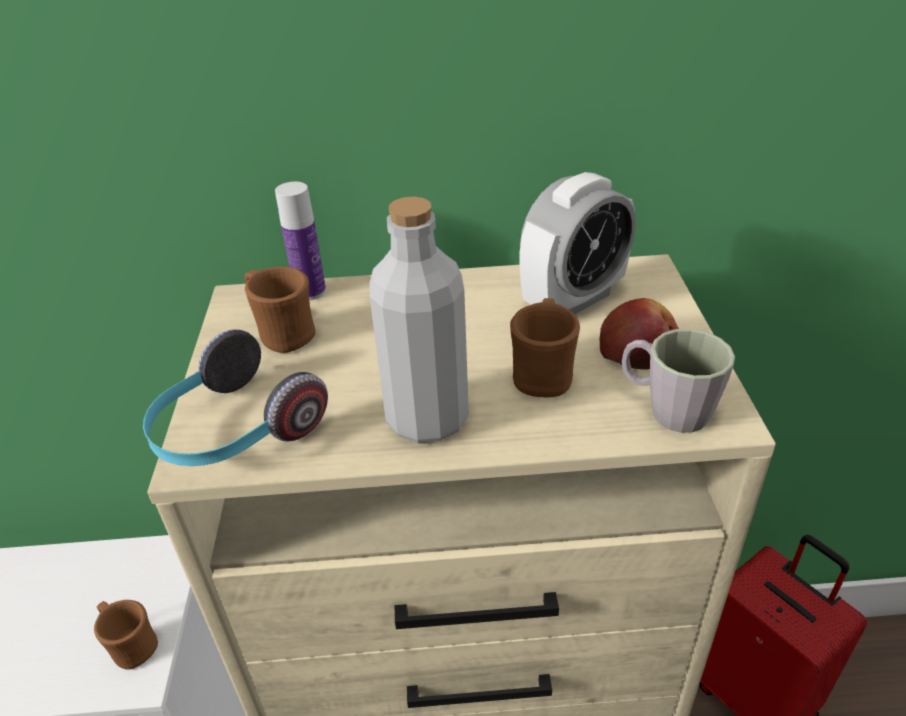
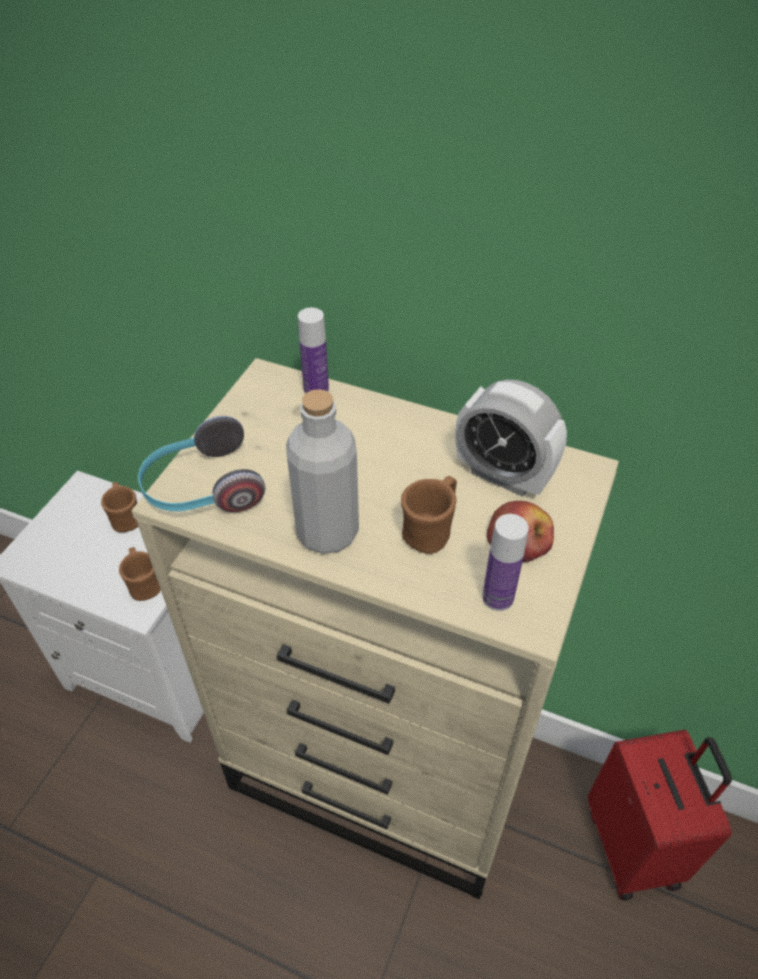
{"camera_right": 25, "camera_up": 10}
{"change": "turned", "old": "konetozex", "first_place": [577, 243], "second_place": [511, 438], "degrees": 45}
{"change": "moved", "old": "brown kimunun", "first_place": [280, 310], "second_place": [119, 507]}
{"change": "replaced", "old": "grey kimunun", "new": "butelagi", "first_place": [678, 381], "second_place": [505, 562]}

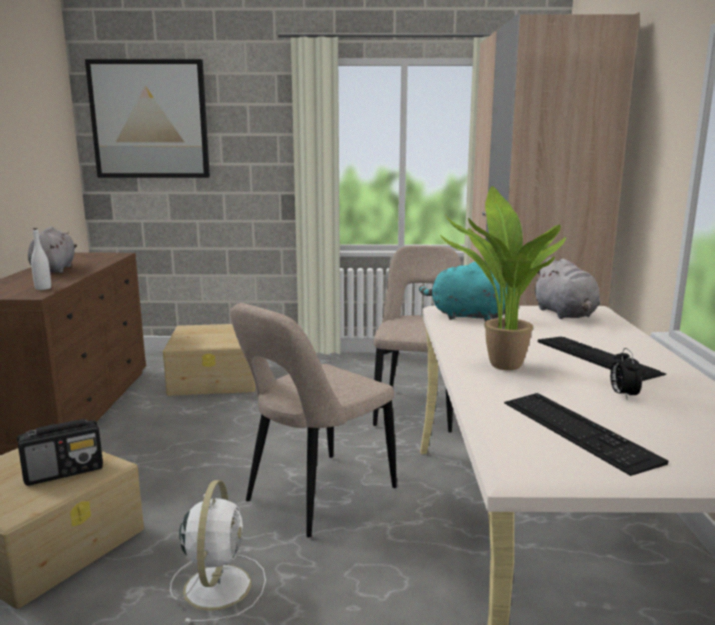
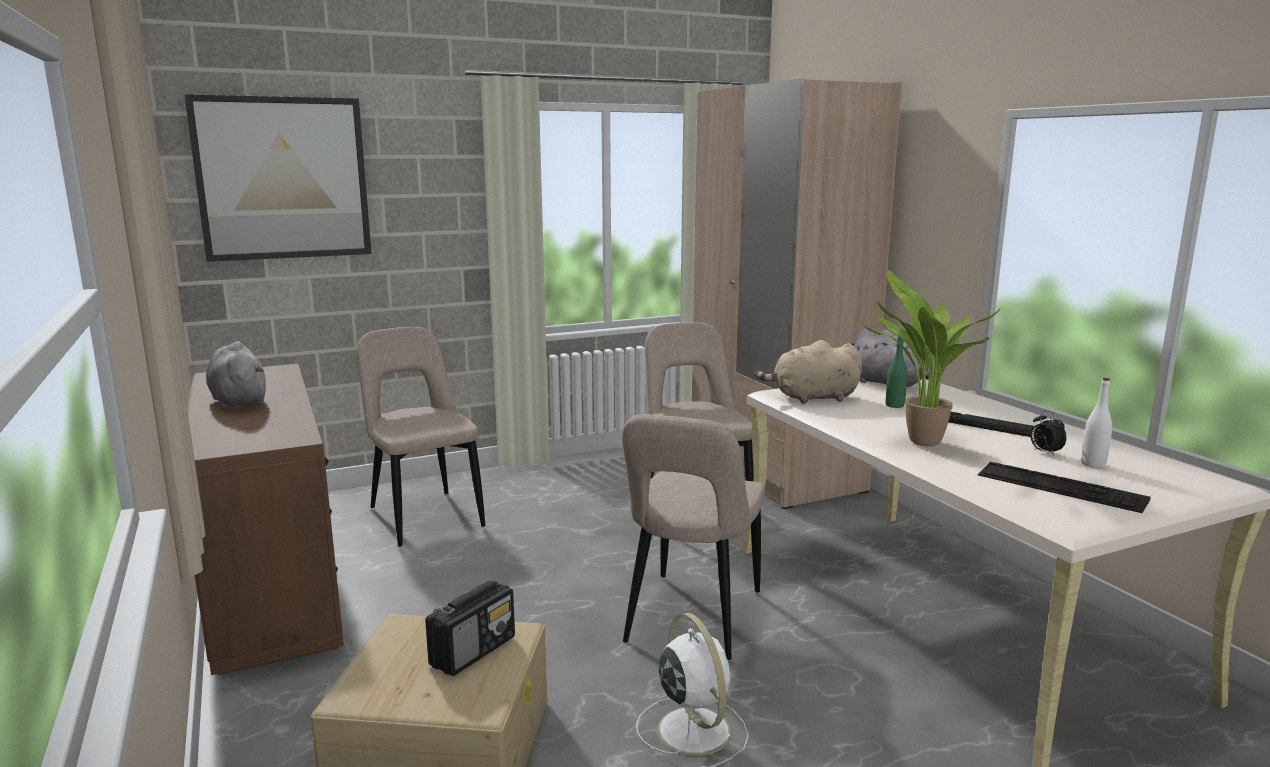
{"camera_right": -25, "camera_up": 0}
{"change": "moved", "old": "white butelagi", "first_place": [41, 259], "second_place": [1096, 423]}
{"change": "recoloured", "old": "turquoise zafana", "new": "beige zafana", "first_place": [467, 291], "second_place": [808, 372]}
{"change": "replaced", "old": "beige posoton", "new": "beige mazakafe", "first_place": [209, 360], "second_place": [420, 437]}
{"change": "added", "new": "green butelagi", "second_place": [896, 371]}

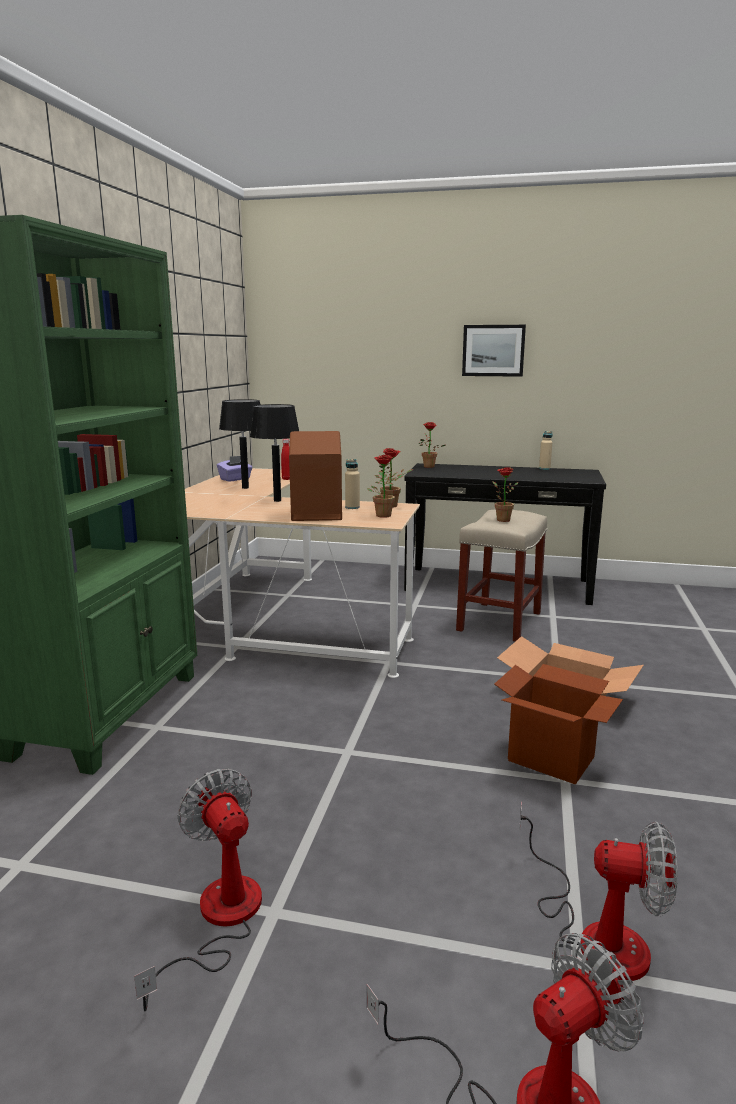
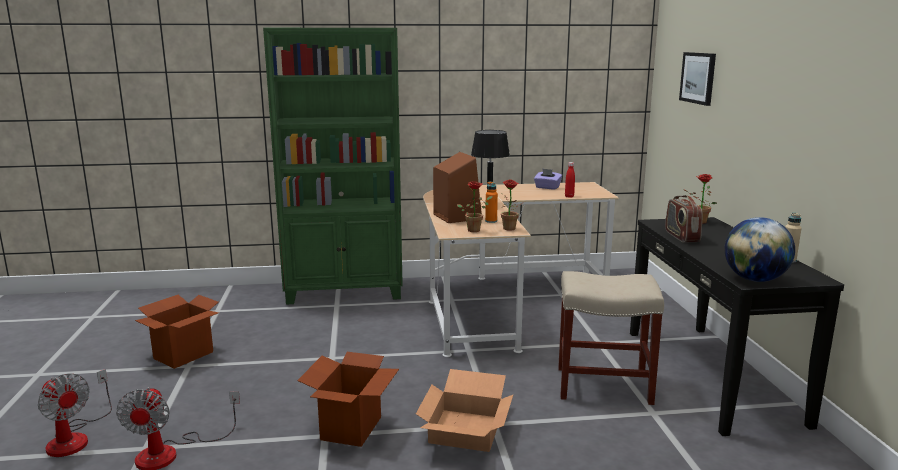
{"camera_right": 70, "camera_up": 0}
{"change": "moved", "old": "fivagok", "first_place": [494, 351], "second_place": [697, 79]}
{"change": "removed", "old": "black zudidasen", "first_place": [239, 444]}
{"change": "recoloured", "old": "beige butelagi", "new": "orange butelagi", "first_place": [352, 484], "second_place": [491, 202]}
{"change": "removed", "old": "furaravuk", "first_place": [506, 494]}
{"change": "replaced", "old": "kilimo", "new": "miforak", "first_place": [198, 889], "second_place": [177, 332]}
{"change": "added", "new": "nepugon", "second_place": [684, 219]}
{"change": "added", "new": "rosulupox", "second_place": [759, 249]}

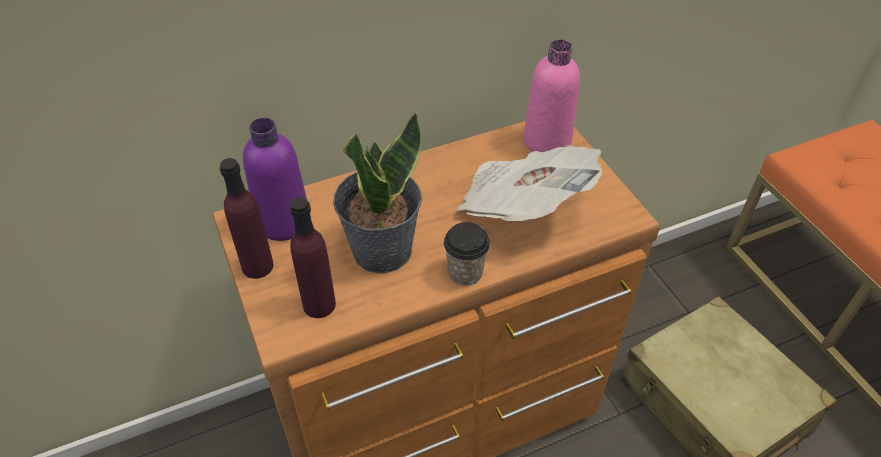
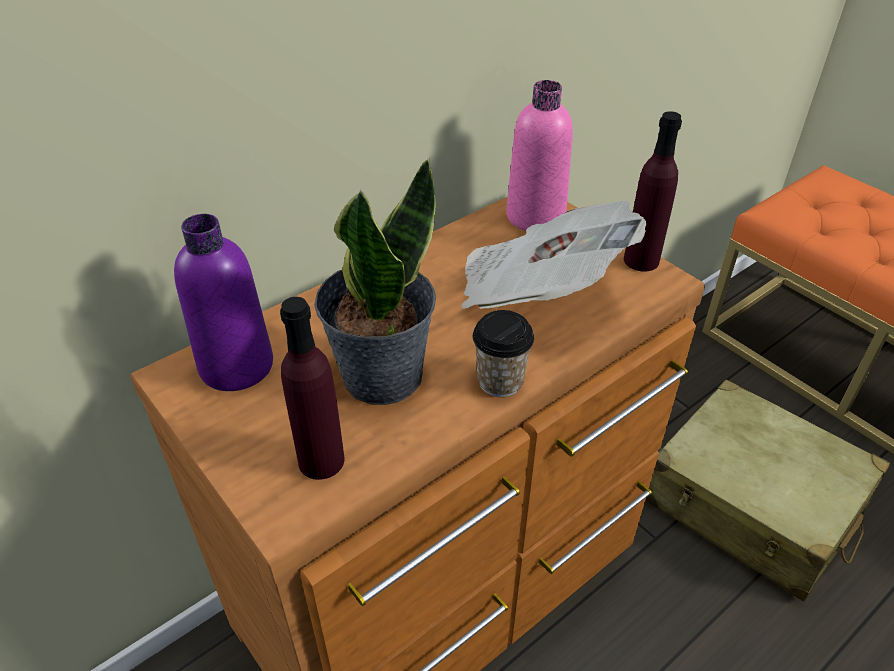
{"camera_right": -15, "camera_up": -5}
{"change": "moved", "old": "purple butelagi", "first_place": [247, 218], "second_place": [653, 191]}

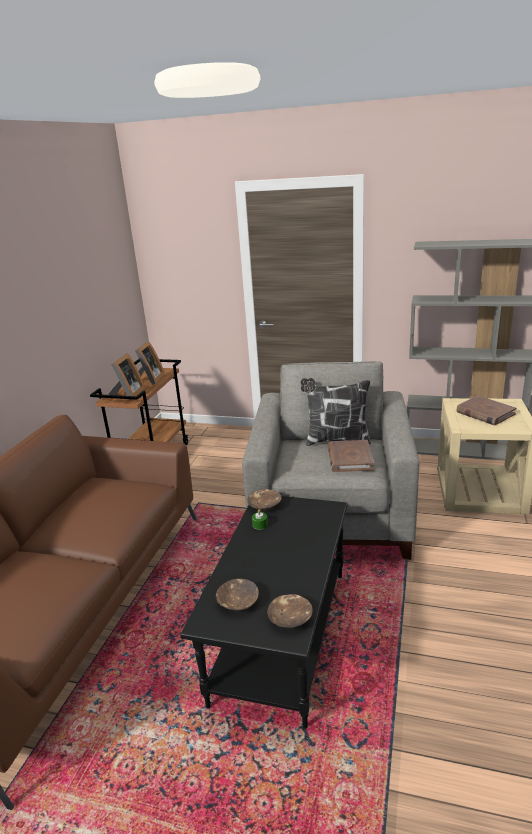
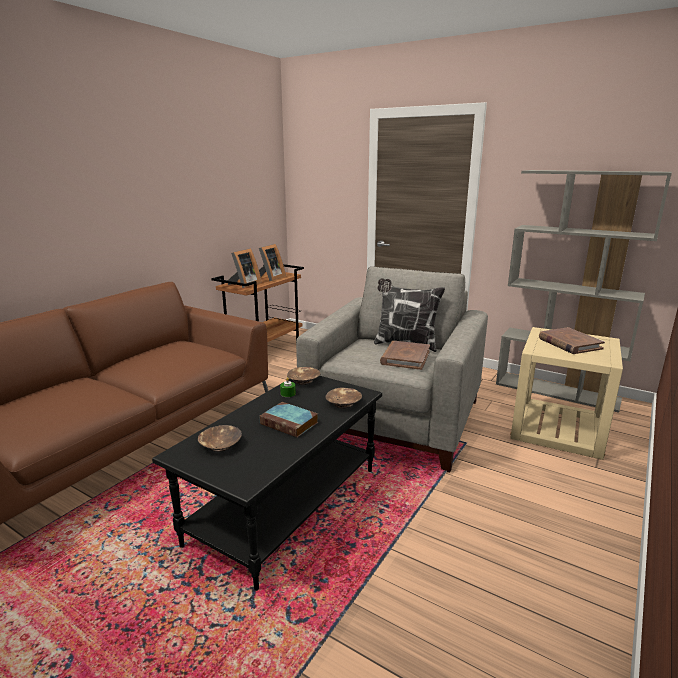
{"camera_right": 15, "camera_up": -5}
{"change": "moved", "old": "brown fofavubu", "first_place": [290, 611], "second_place": [343, 398]}
{"change": "added", "new": "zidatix", "second_place": [288, 420]}

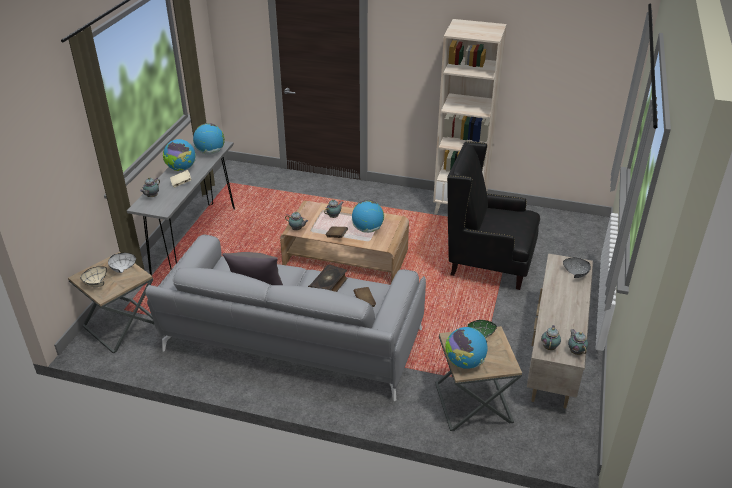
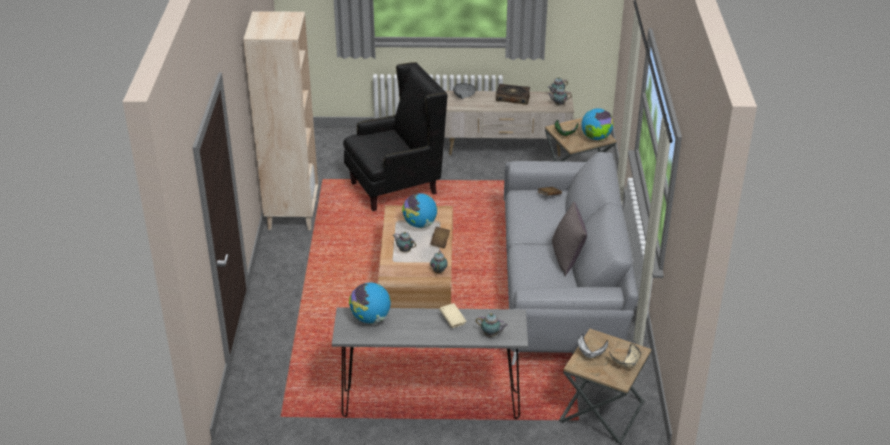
{"camera_right": -105, "camera_up": 0}
{"change": "removed", "old": "rosulupox", "first_place": [179, 155]}
{"change": "turned", "old": "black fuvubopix", "first_place": [493, 216], "second_place": [395, 136], "degrees": -120}
{"change": "moved", "old": "zidatix", "first_place": [328, 278], "second_place": [513, 94]}

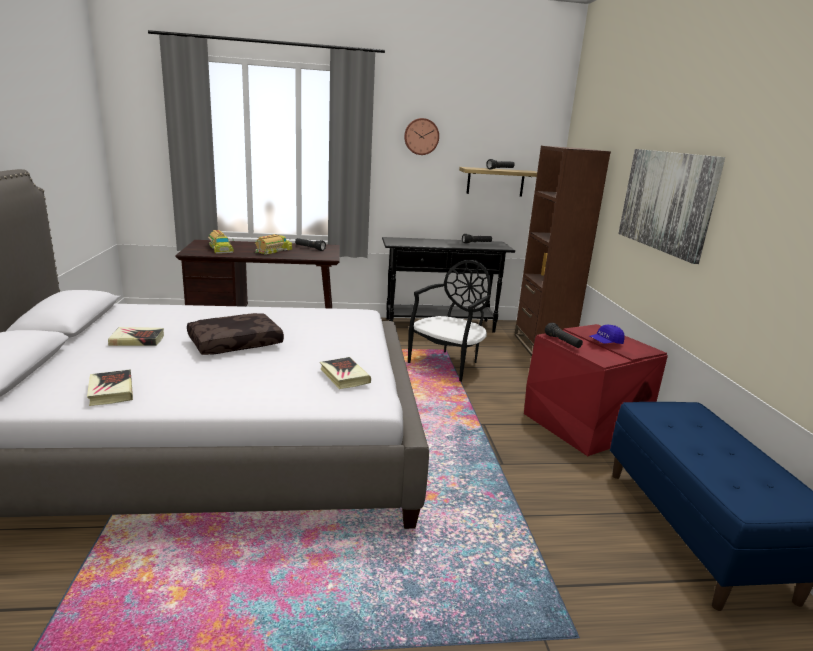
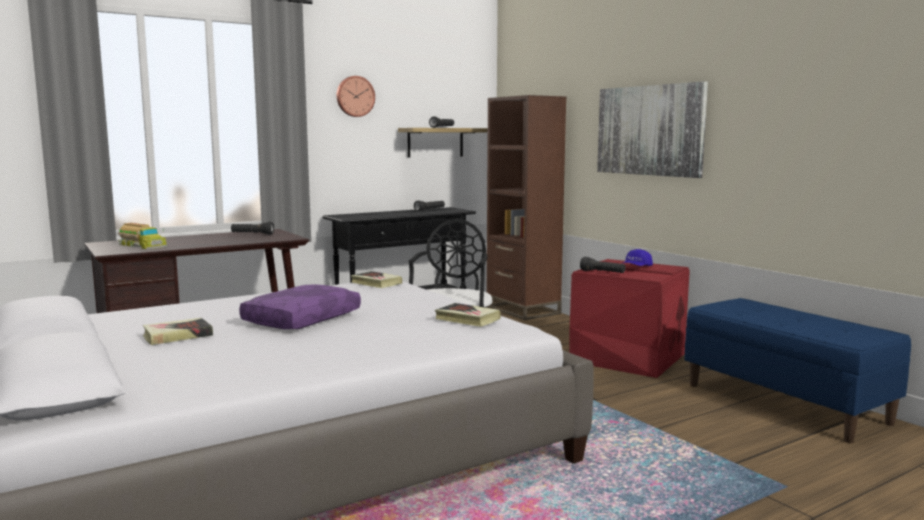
{"camera_right": -25, "camera_up": -10}
{"change": "removed", "old": "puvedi", "first_place": [273, 244]}
{"change": "recoloured", "old": "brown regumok", "new": "purple regumok", "first_place": [235, 334], "second_place": [300, 307]}
{"change": "moved", "old": "zidatix", "first_place": [110, 388], "second_place": [376, 279]}

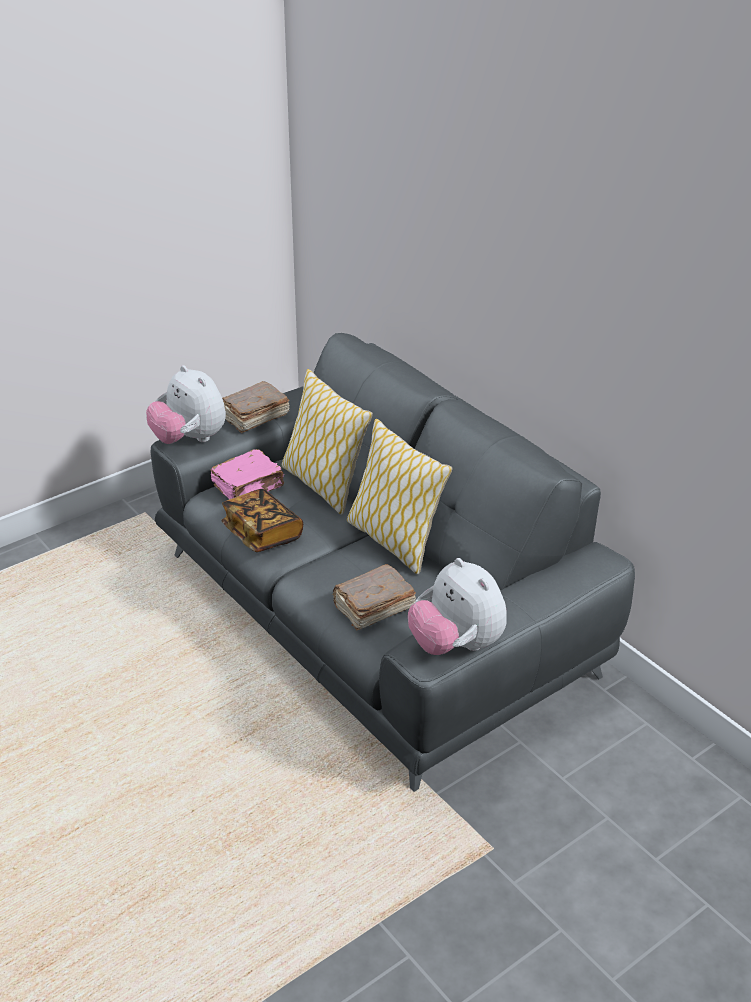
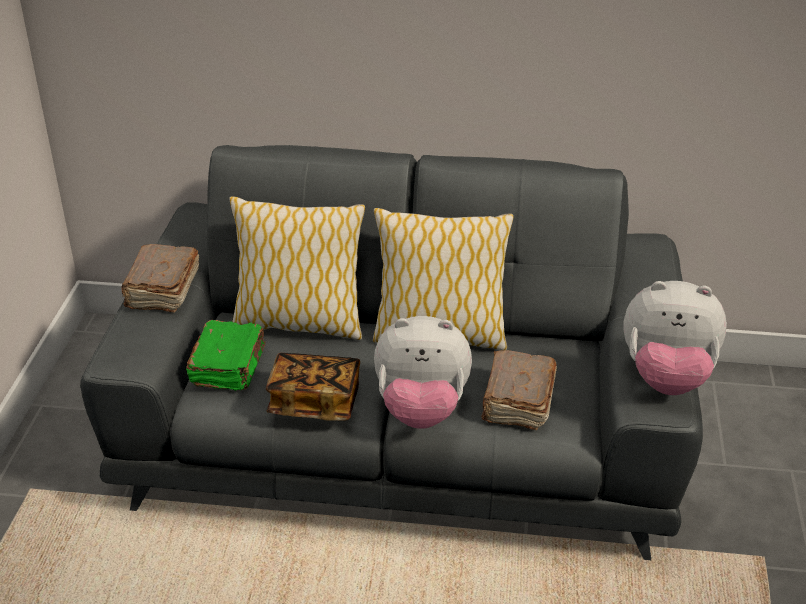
{"camera_right": -45, "camera_up": 0}
{"change": "moved", "old": "zafana", "first_place": [186, 404], "second_place": [423, 372]}
{"change": "recoloured", "old": "pink zidatix", "new": "green zidatix", "first_place": [247, 474], "second_place": [226, 355]}

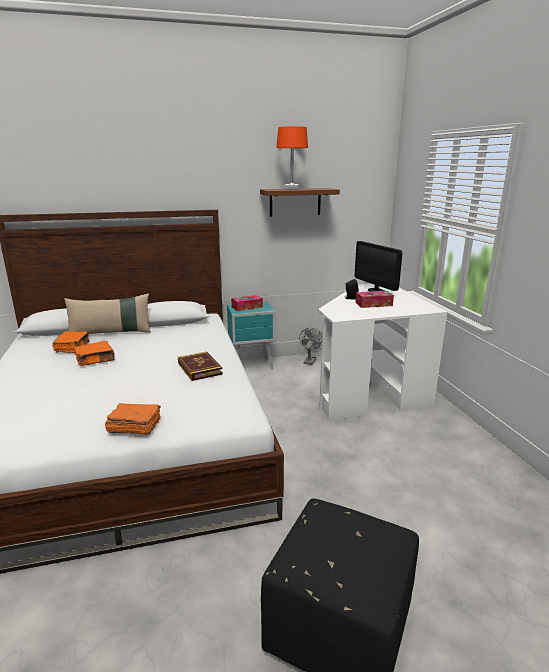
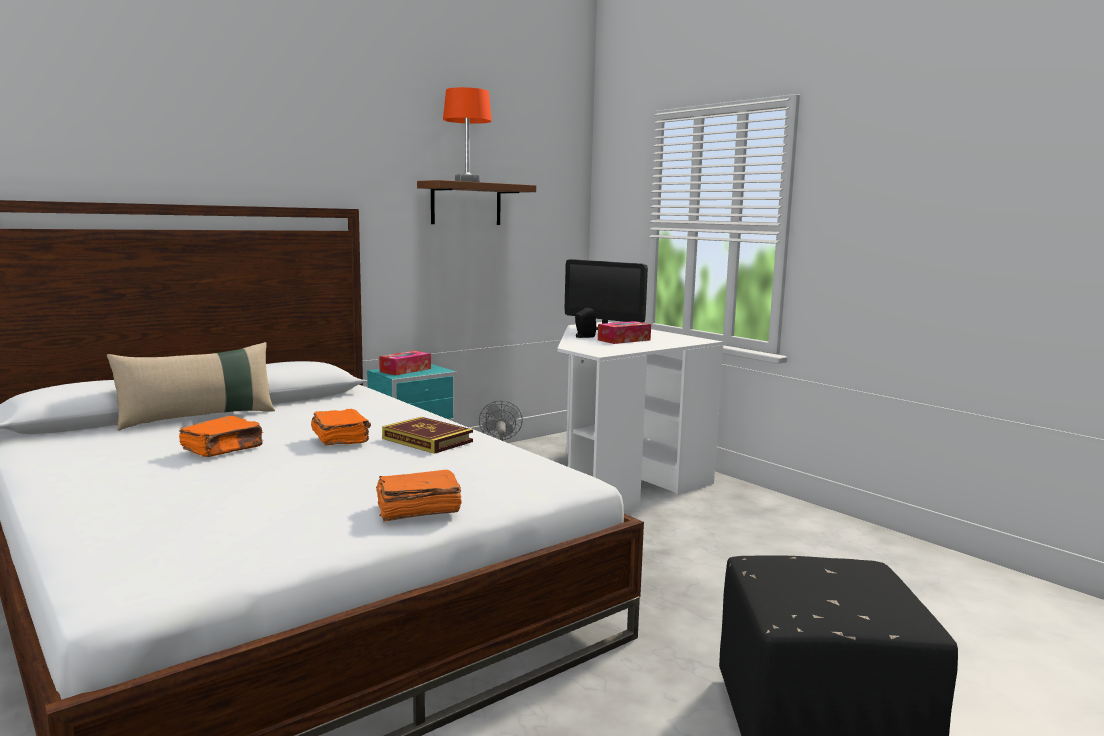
{"camera_right": -25, "camera_up": -10}
{"change": "moved", "old": "orange zidatix", "first_place": [71, 342], "second_place": [341, 427]}

